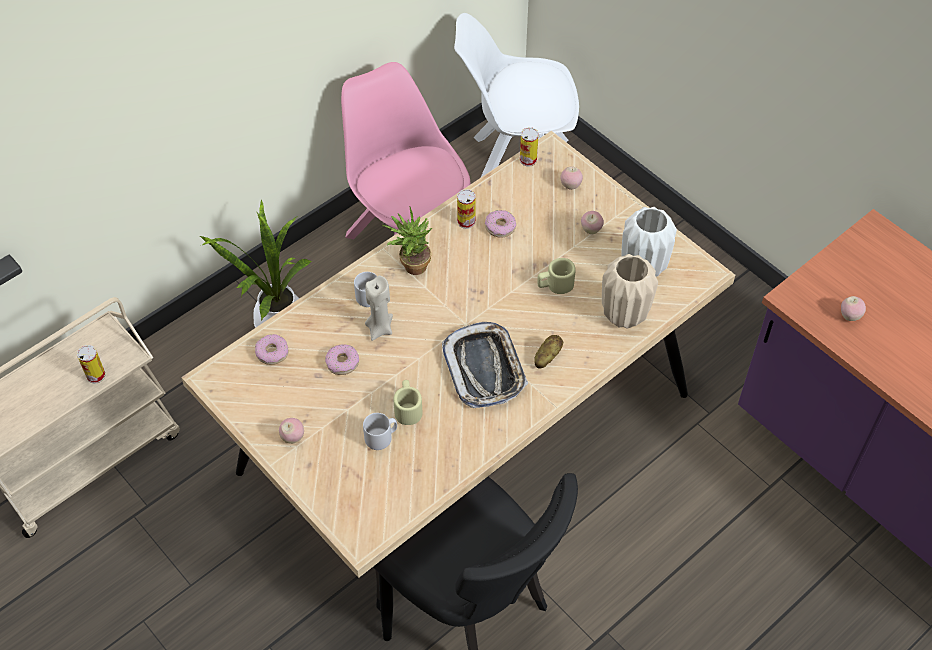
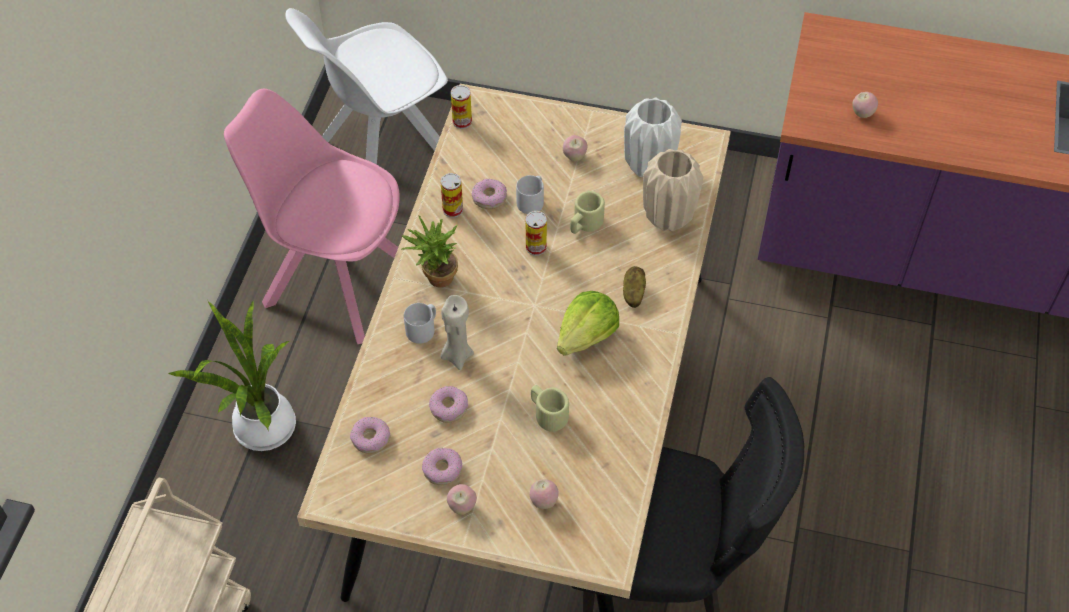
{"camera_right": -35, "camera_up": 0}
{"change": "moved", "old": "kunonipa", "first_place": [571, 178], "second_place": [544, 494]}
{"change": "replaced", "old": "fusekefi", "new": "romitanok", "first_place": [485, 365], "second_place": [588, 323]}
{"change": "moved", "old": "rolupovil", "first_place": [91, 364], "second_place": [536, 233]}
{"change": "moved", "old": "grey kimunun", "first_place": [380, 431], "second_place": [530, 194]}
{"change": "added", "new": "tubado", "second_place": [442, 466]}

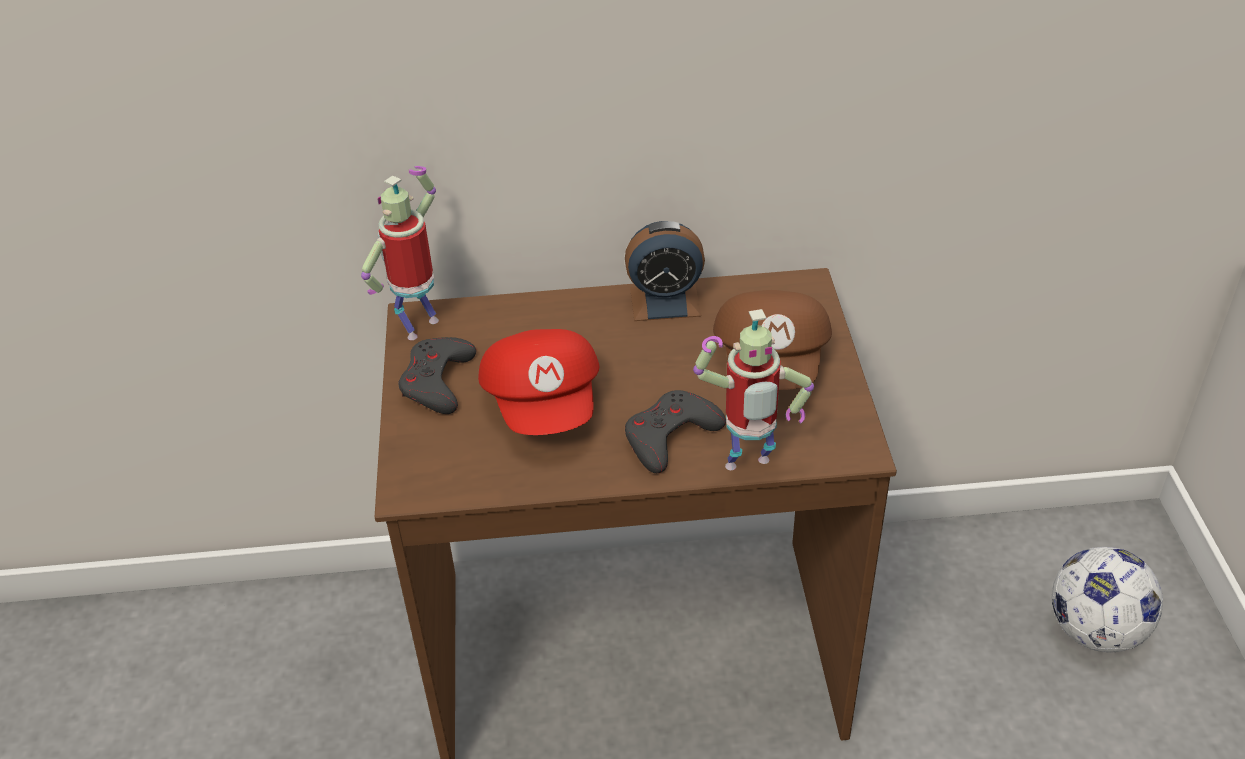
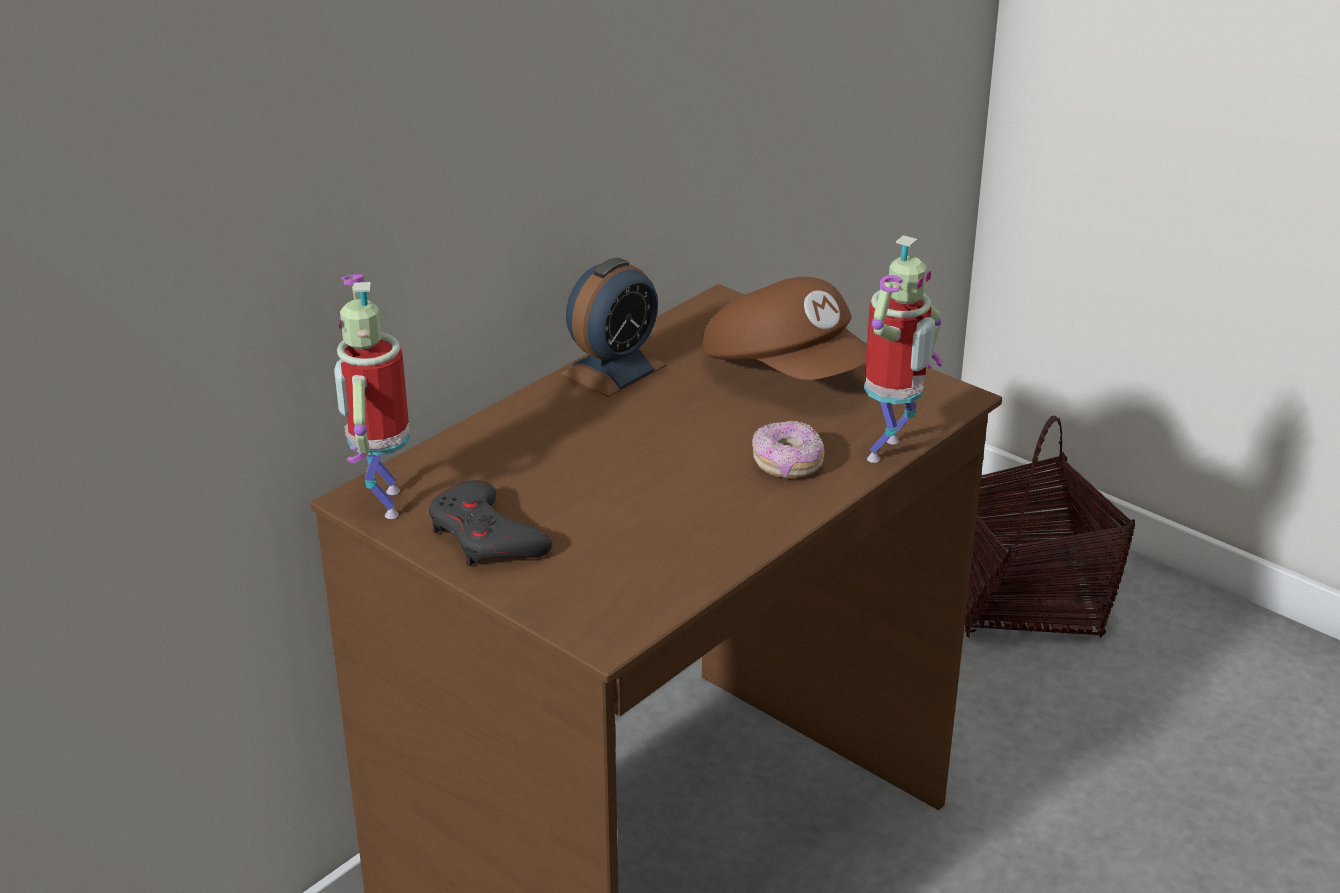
{"camera_right": -45, "camera_up": -10}
{"change": "removed", "old": "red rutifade", "first_place": [538, 382]}
{"change": "replaced", "old": "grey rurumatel", "new": "tubado", "first_place": [675, 431], "second_place": [788, 449]}
{"change": "replaced", "old": "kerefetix", "new": "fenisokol", "first_place": [1107, 600], "second_place": [1050, 527]}

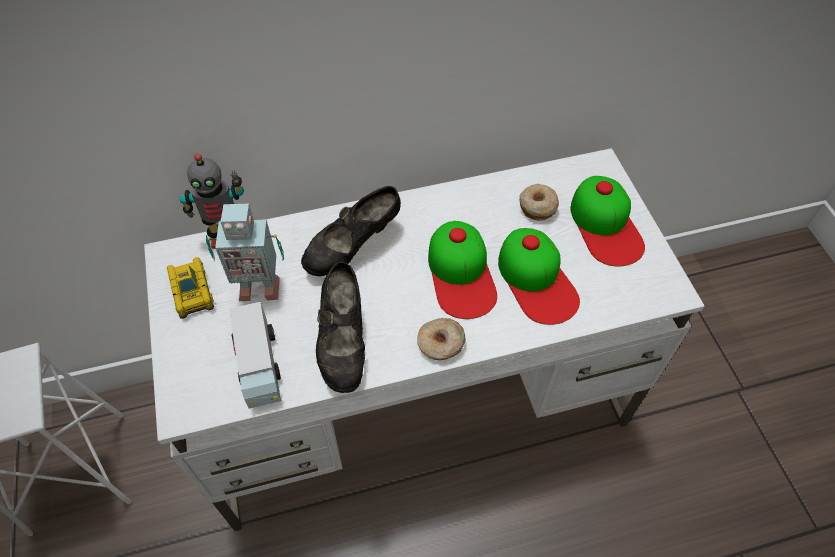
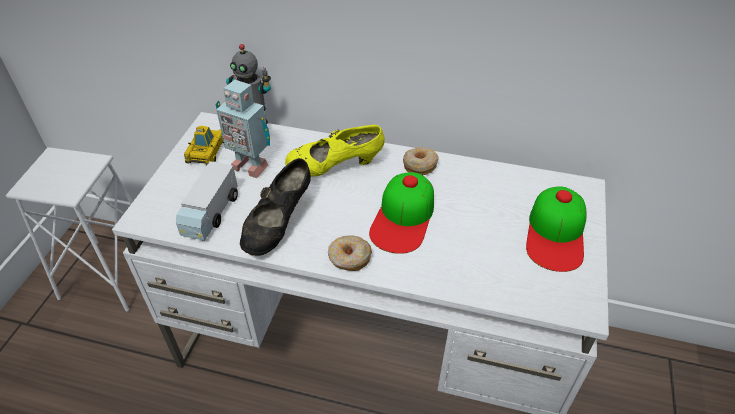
{"camera_right": 30, "camera_up": -10}
{"change": "moved", "old": "tubado", "first_place": [539, 202], "second_place": [421, 161]}
{"change": "recoloured", "old": "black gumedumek", "new": "yellow gumedumek", "first_place": [351, 231], "second_place": [335, 151]}
{"change": "removed", "old": "rutifade", "first_place": [539, 276]}

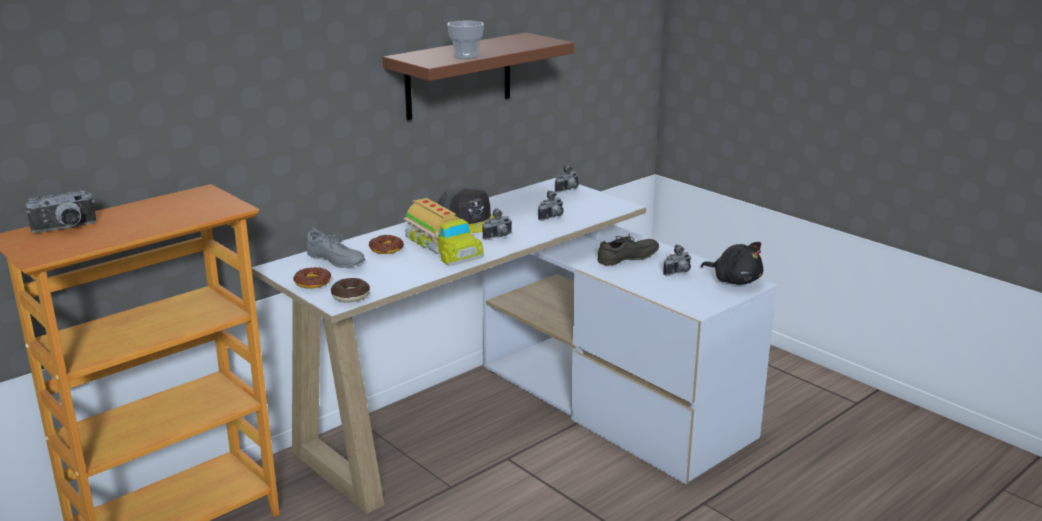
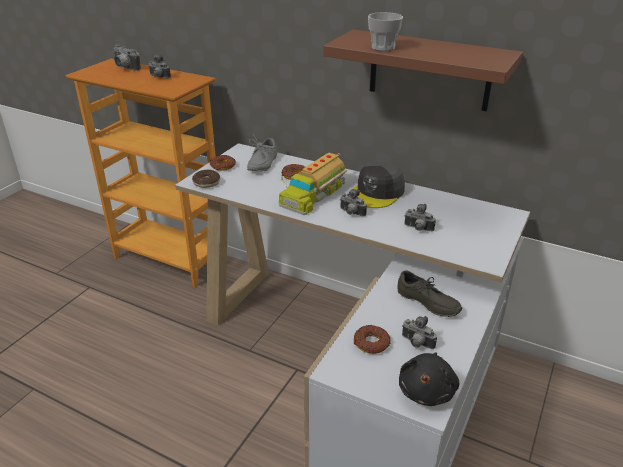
{"camera_right": 70, "camera_up": 10}
{"change": "moved", "old": "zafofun", "first_place": [567, 179], "second_place": [159, 66]}
{"change": "added", "new": "tubado", "second_place": [372, 339]}

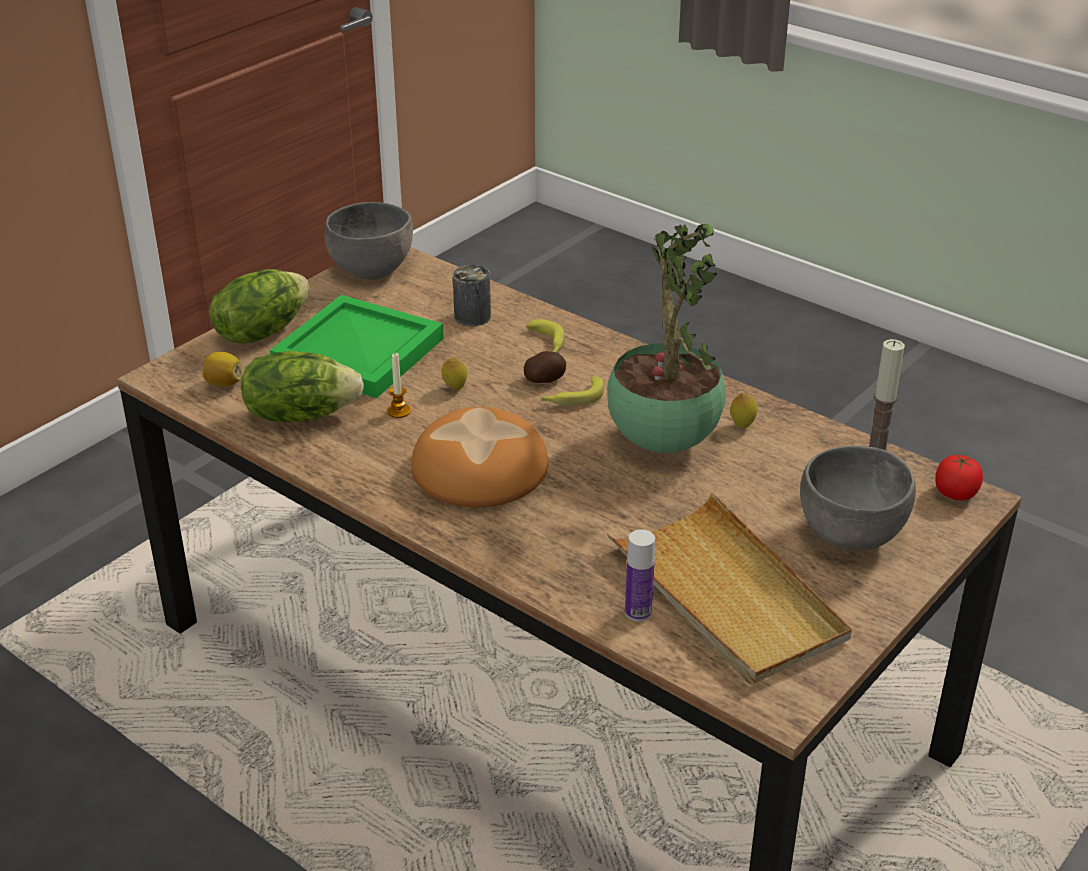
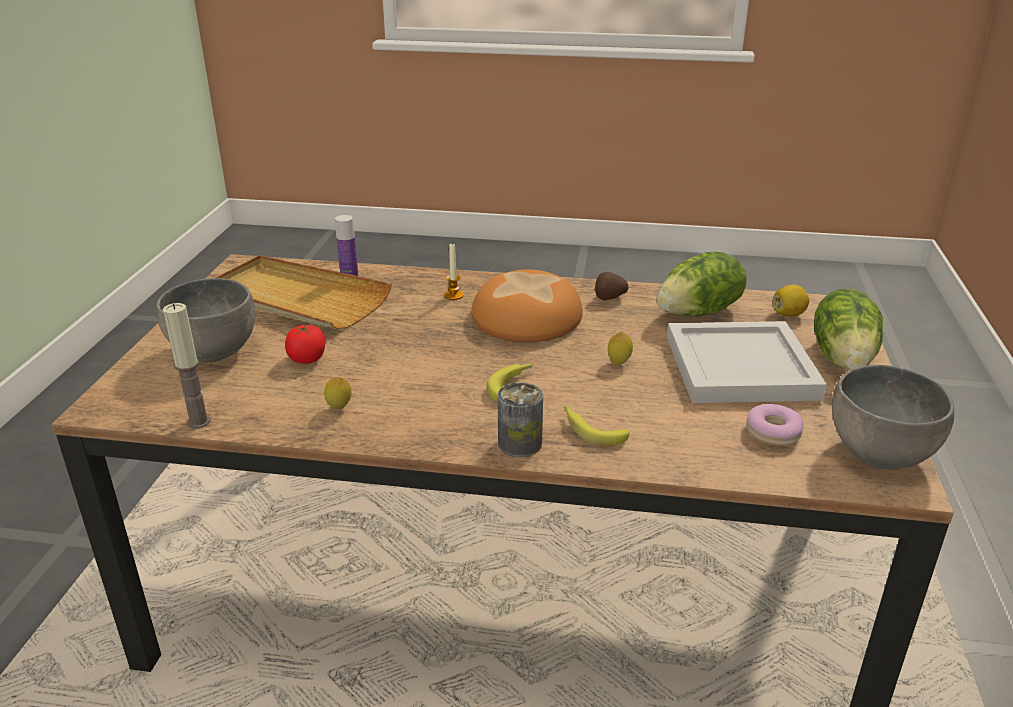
{"camera_right": 150, "camera_up": -5}
{"change": "removed", "old": "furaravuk", "first_place": [666, 338]}
{"change": "moved", "old": "rolupovil", "first_place": [472, 295], "second_place": [520, 419]}
{"change": "recoloured", "old": "green fusekefi", "new": "white fusekefi", "first_place": [356, 346], "second_place": [747, 362]}
{"change": "moved", "old": "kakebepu", "first_place": [545, 367], "second_place": [611, 286]}
{"change": "moved", "old": "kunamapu", "first_place": [399, 385], "second_place": [453, 272]}
{"change": "moved", "old": "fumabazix", "first_place": [959, 477], "second_place": [305, 344]}
{"change": "added", "new": "tubado", "second_place": [775, 425]}

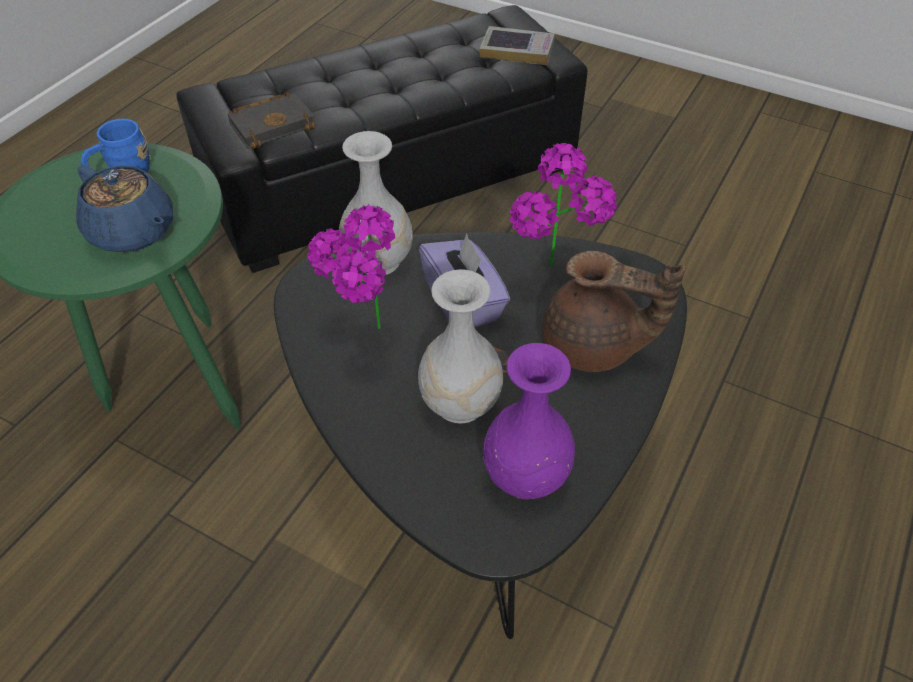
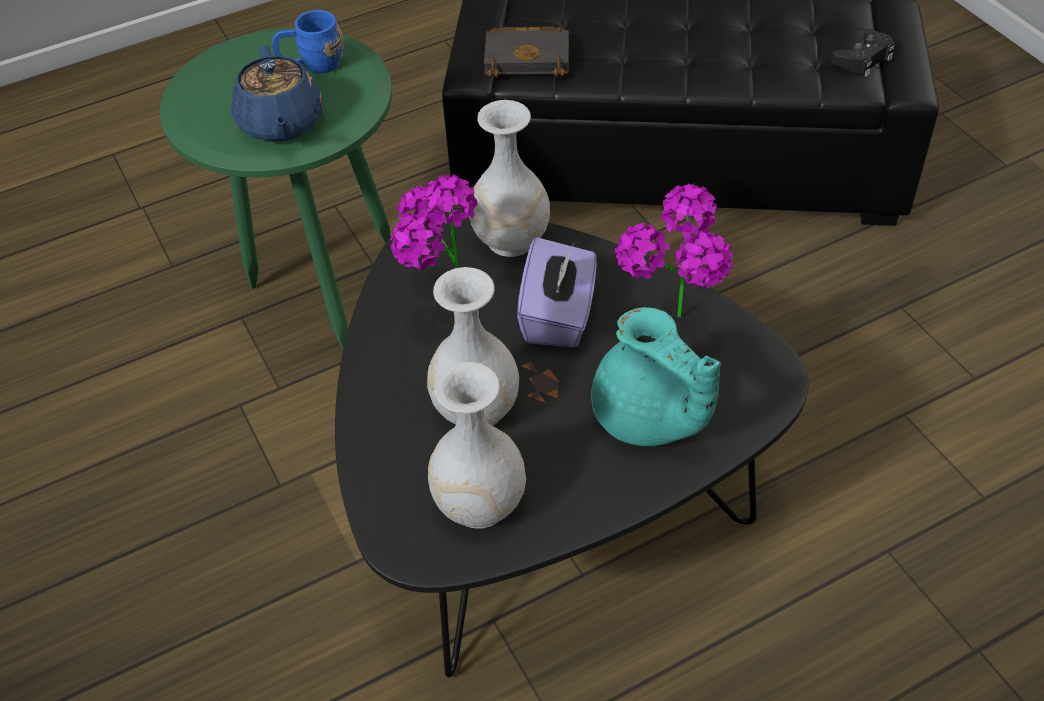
{"camera_right": 35, "camera_up": 0}
{"change": "replaced", "old": "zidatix", "new": "black rurumatel", "first_place": [517, 45], "second_place": [863, 53]}
{"change": "recoloured", "old": "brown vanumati", "new": "turquoise vanumati", "first_place": [613, 311], "second_place": [656, 376]}
{"change": "recoloured", "old": "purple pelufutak", "new": "white pelufutak", "first_place": [529, 421], "second_place": [477, 445]}

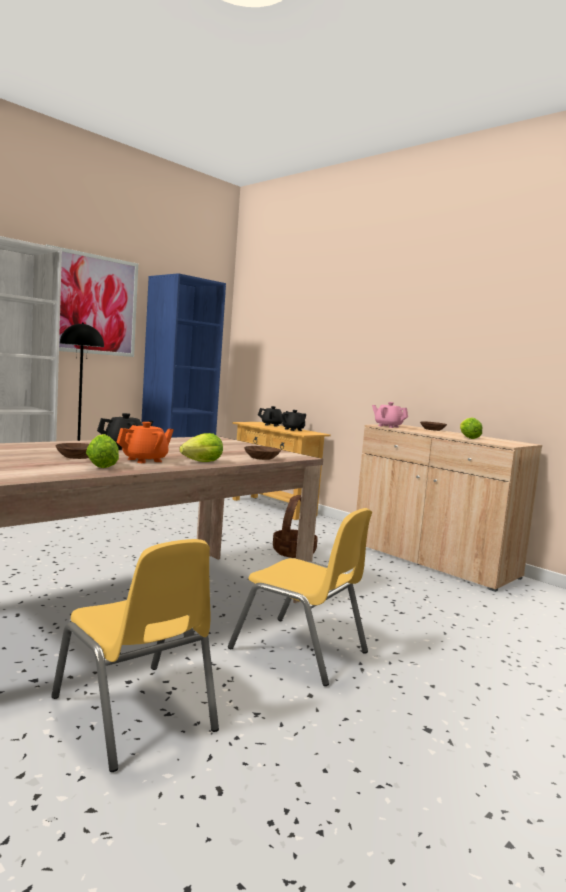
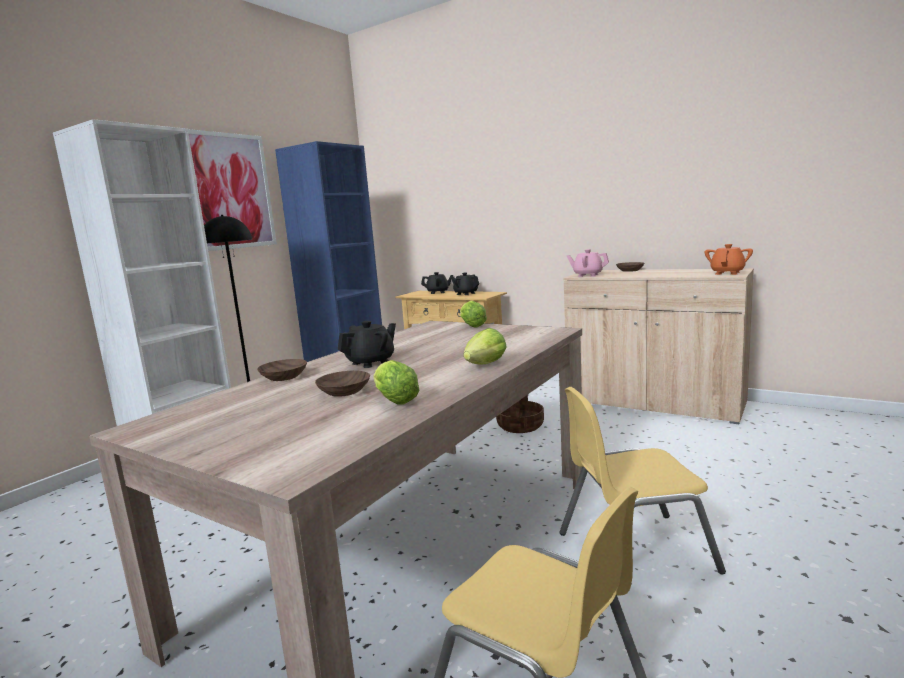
{"camera_right": -10, "camera_up": 5}
{"change": "moved", "old": "romitanok", "first_place": [471, 428], "second_place": [473, 314]}
{"change": "moved", "old": "orange vanumati", "first_place": [145, 442], "second_place": [729, 259]}
{"change": "moved", "old": "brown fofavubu", "first_place": [262, 453], "second_place": [282, 370]}
{"change": "turned", "old": "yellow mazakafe", "first_place": [300, 597], "second_place": [642, 481], "degrees": 150}

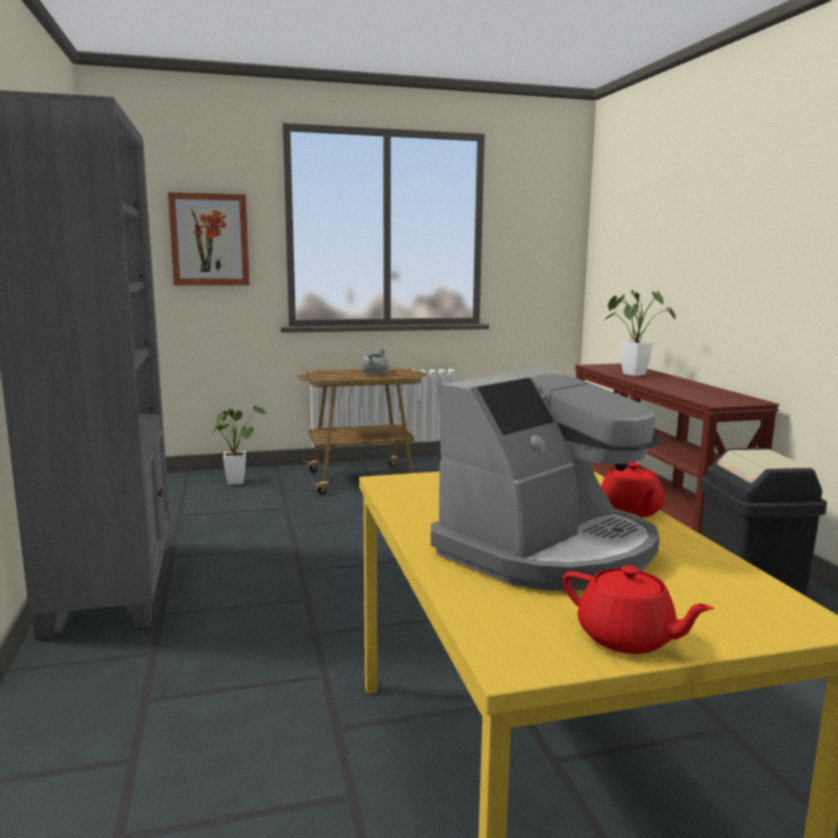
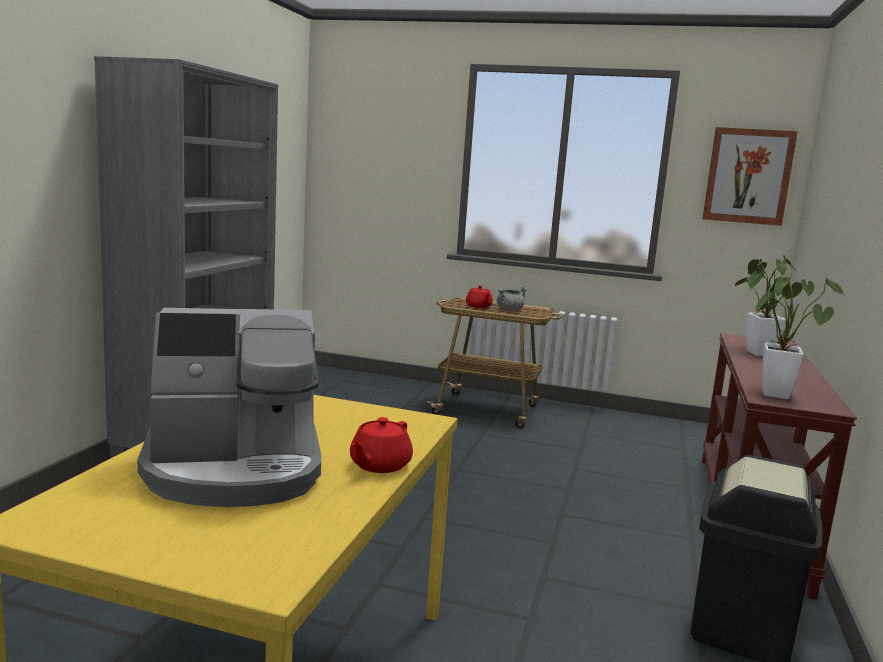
{"camera_right": 30, "camera_up": 0}
{"change": "moved", "old": "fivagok", "first_place": [209, 239], "second_place": [750, 176]}
{"change": "moved", "old": "furaravuk", "first_place": [239, 444], "second_place": [799, 338]}
{"change": "moved", "old": "red vanumati", "first_place": [638, 609], "second_place": [479, 296]}

